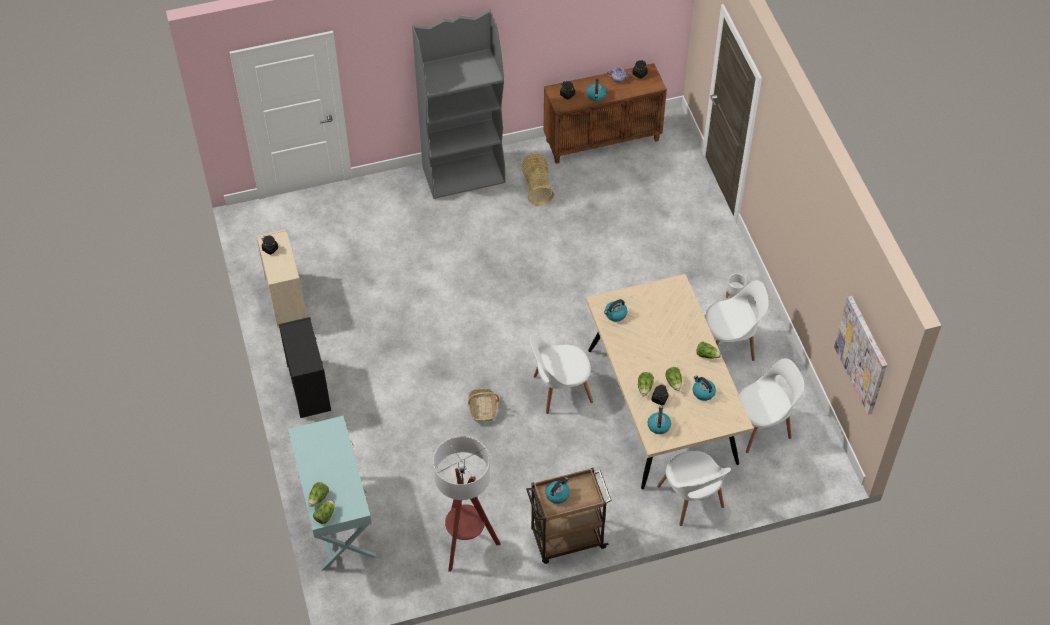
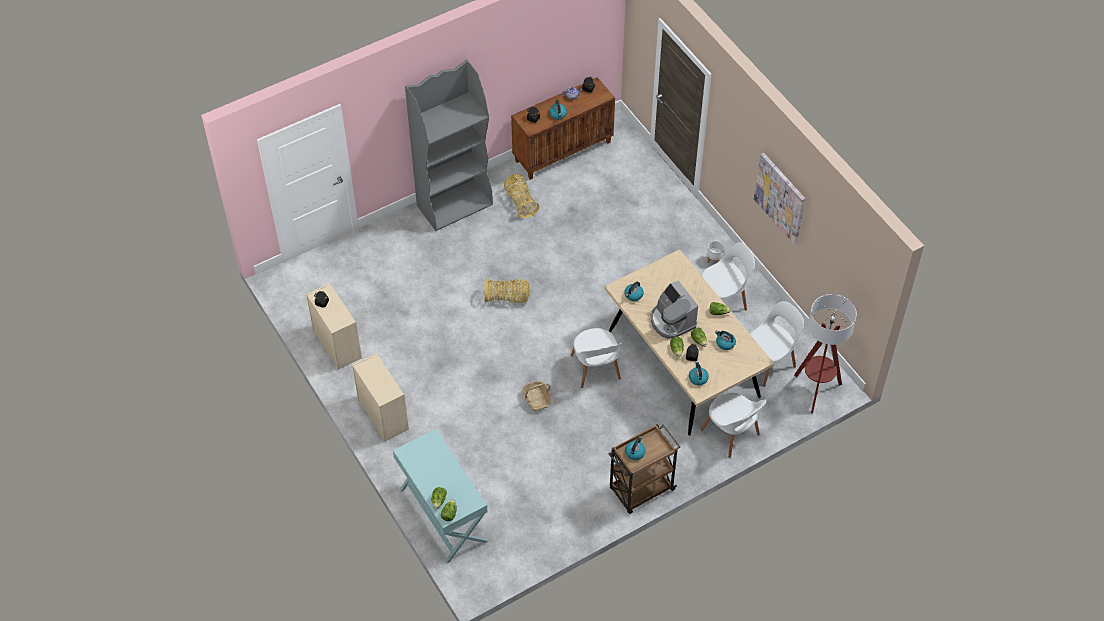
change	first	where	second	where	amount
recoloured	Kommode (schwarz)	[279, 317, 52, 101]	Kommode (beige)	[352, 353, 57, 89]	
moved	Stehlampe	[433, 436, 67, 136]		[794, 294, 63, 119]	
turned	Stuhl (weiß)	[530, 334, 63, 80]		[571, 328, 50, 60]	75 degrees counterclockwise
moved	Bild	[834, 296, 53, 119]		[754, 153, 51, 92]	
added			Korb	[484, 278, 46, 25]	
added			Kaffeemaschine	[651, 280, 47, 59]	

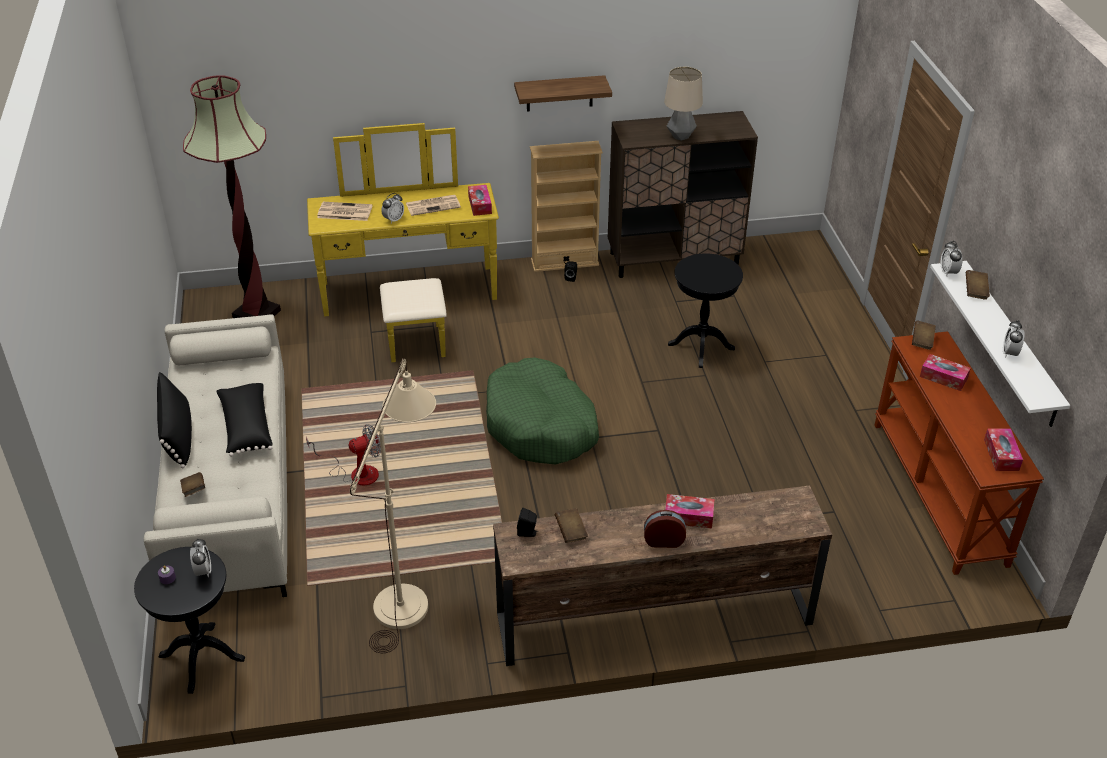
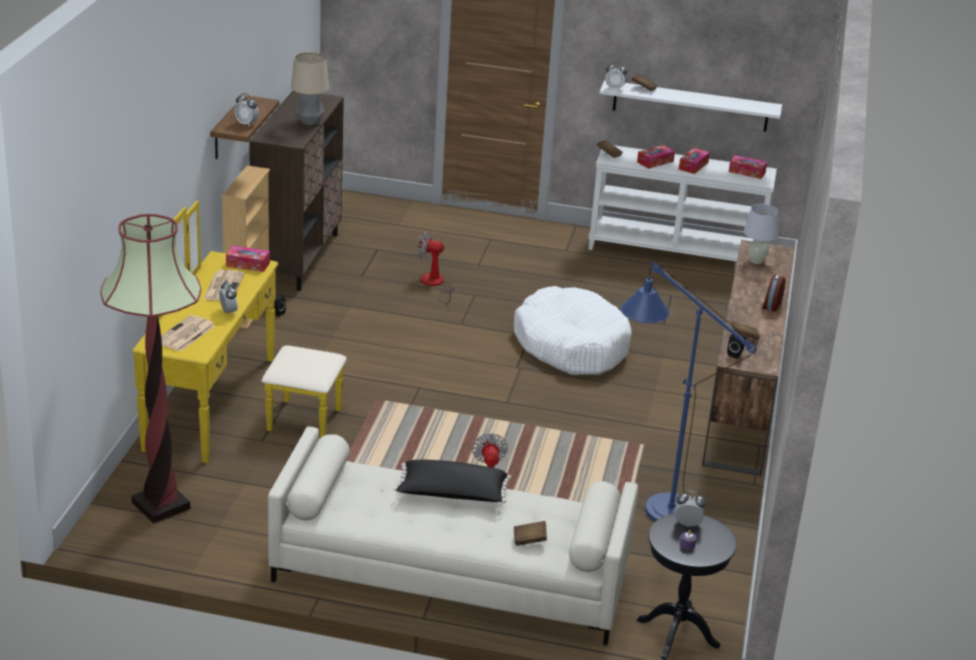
change	first	where	second	where	amount
removed	Kissen (schwarz)	[157, 372, 35, 96]			
recoloured	Stehlampe (beige)	[350, 358, 86, 295]	Stehlampe (blau)	[621, 262, 135, 260]	
removed	Hundebett (grün)	[486, 357, 113, 107]			
moved	Taschentuchbox	[665, 494, 49, 34]		[679, 148, 31, 26]	
replaced	Beistelltisch (schwarz)	[668, 253, 75, 115]	Ventilator	[417, 231, 39, 73]	
recoloured	Konsolentisch (braun)	[874, 331, 170, 244]	Konsolentisch (weiß)	[588, 145, 189, 116]	
moved	Wecker	[1003, 320, 22, 38]		[235, 93, 24, 34]	
added			Hundebett (weiß)	[514, 286, 118, 89]	
added			Tischlampe (weiß)	[744, 204, 34, 60]	

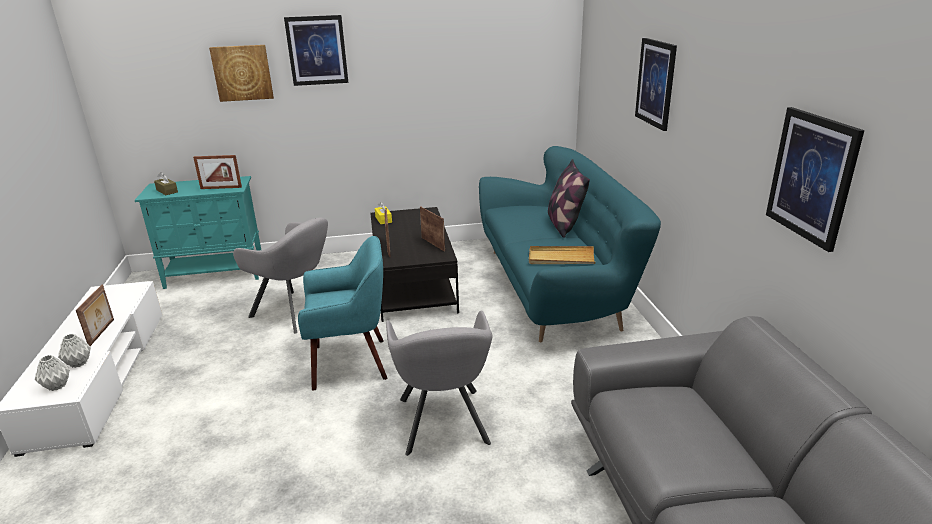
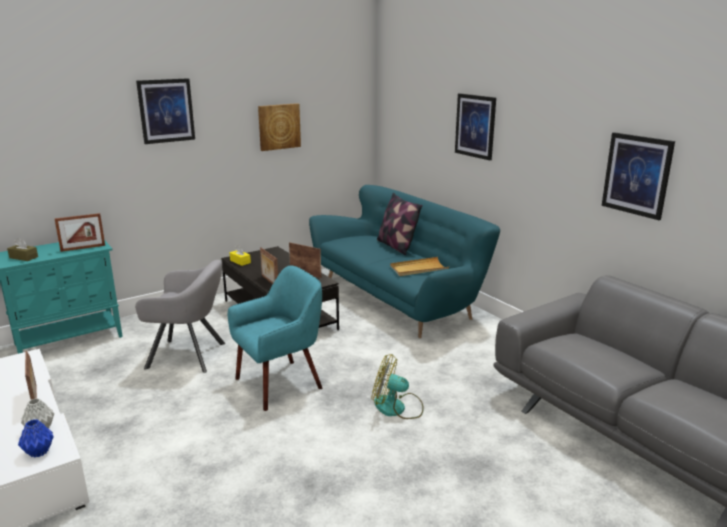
change	first	where	second	where	amount
recoloured	Vase (grau)	[35, 355, 35, 36]	Vase (blau)	[18, 419, 36, 39]	
moved	Bild	[209, 45, 65, 57]		[258, 103, 43, 48]	
replaced	Sessel (grau)	[386, 310, 106, 146]	Ventilator	[371, 354, 53, 65]	

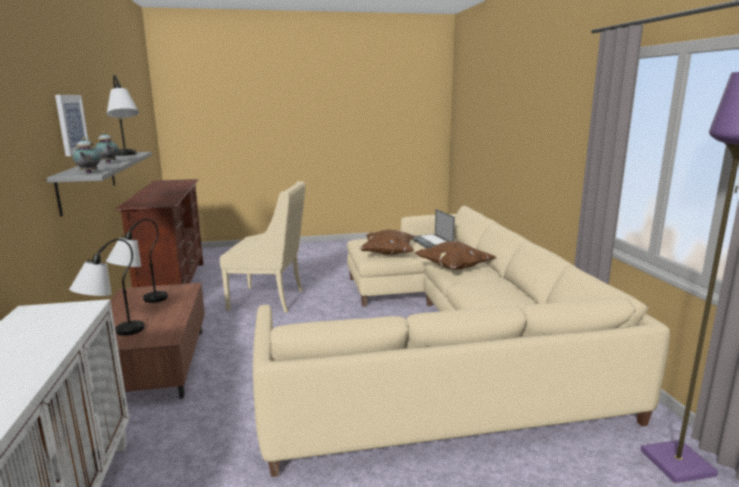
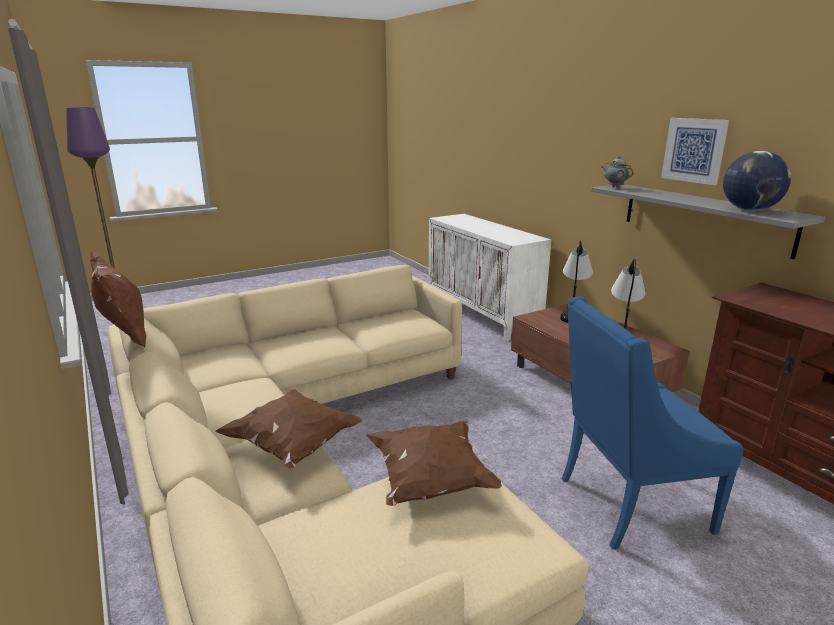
change	first	where	second	where	amount
removed	Teekanne	[95, 132, 24, 31]			
replaced	Tischlampe	[106, 75, 33, 81]	Globus	[723, 151, 68, 60]	
recoloured	Sessel (beige)	[220, 181, 86, 132]	Sessel (blau)	[561, 296, 183, 253]	
removed	Laptop	[411, 209, 44, 39]			
added			Kissen (braun)	[90, 251, 56, 96]	

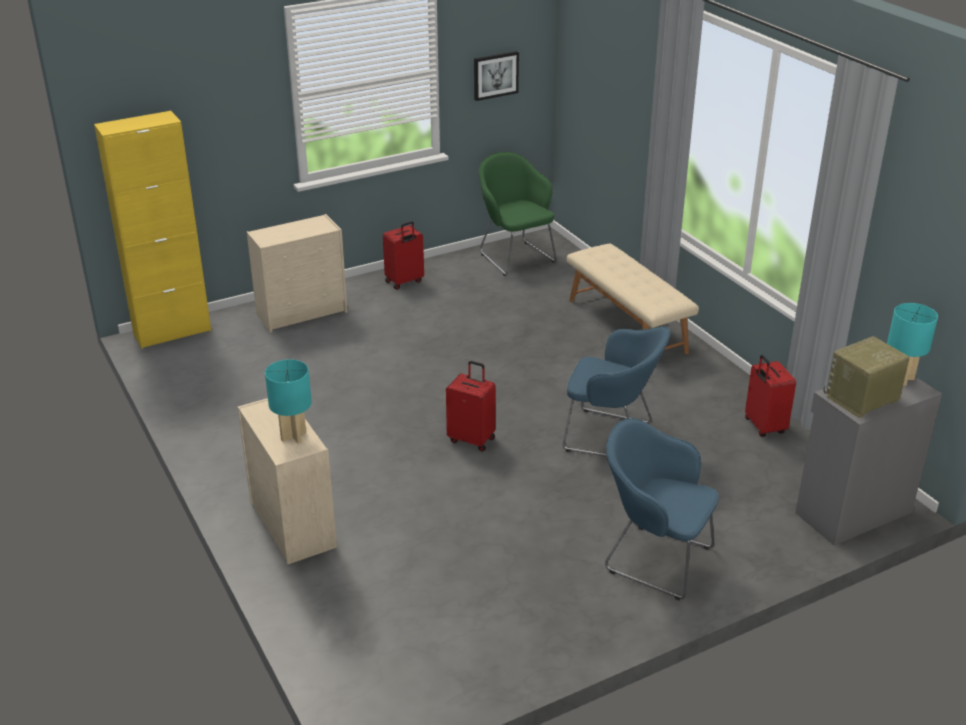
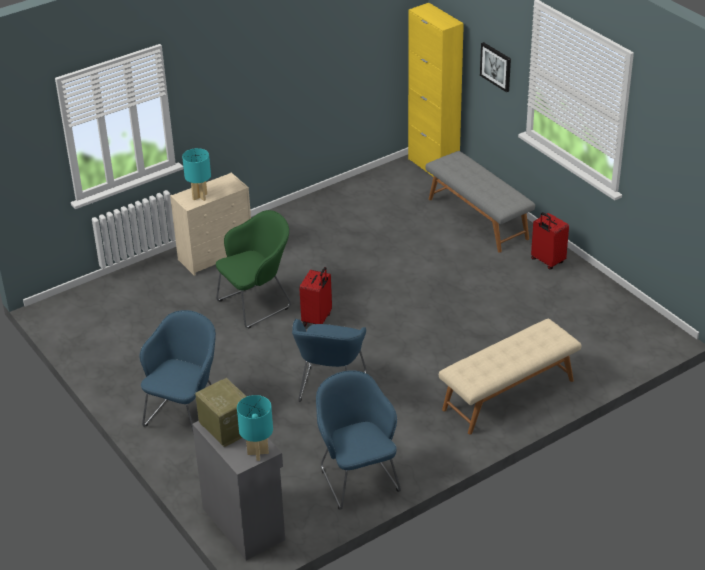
change	first	where	second	where	amount
replaced	Kommode (beige)	[247, 214, 101, 119]	Bank (grau)	[425, 151, 110, 102]	
moved	Bild	[474, 51, 45, 50]		[480, 42, 31, 50]	
moved	Sessel (grün)	[479, 152, 78, 124]		[216, 210, 75, 119]	
replaced	Koffer (rot)	[745, 355, 51, 82]	Sessel (blau)	[316, 370, 85, 140]	

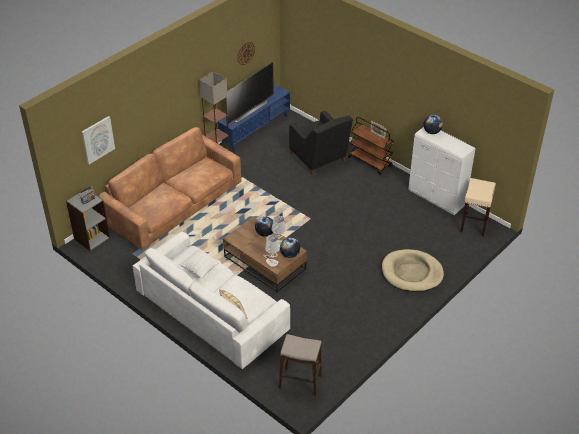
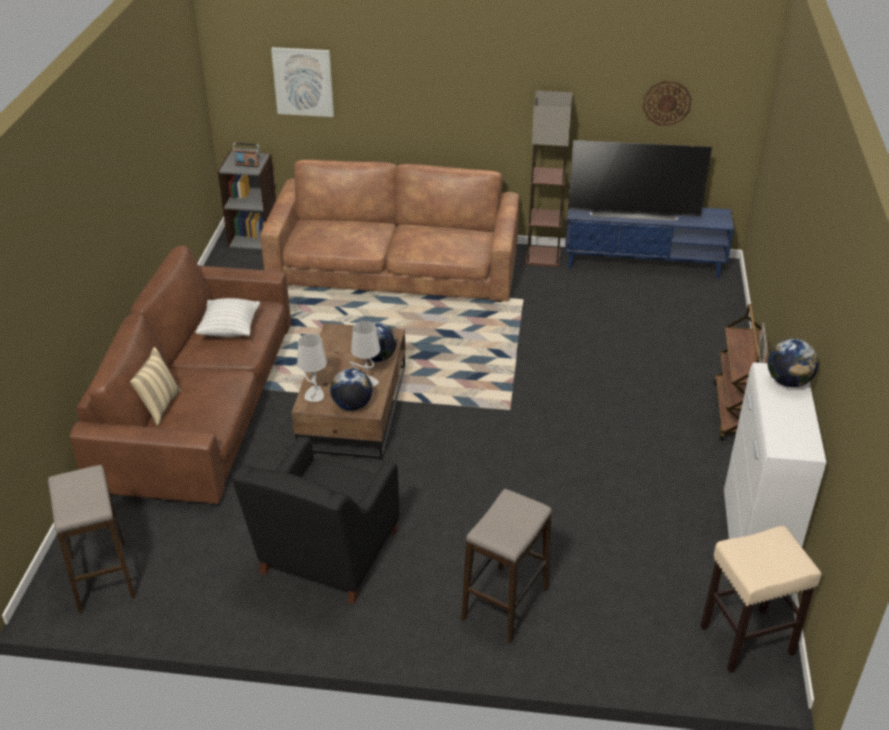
change	first	where	second	where	amount
recoloured	Sofa (weiß)	[133, 231, 157, 138]	Sofa (braun)	[70, 245, 221, 259]	
moved	Sessel (schwarz)	[289, 111, 64, 64]		[232, 437, 167, 167]	
replaced	Hundebett (beige)	[382, 249, 62, 43]	Hocker	[461, 489, 91, 154]	

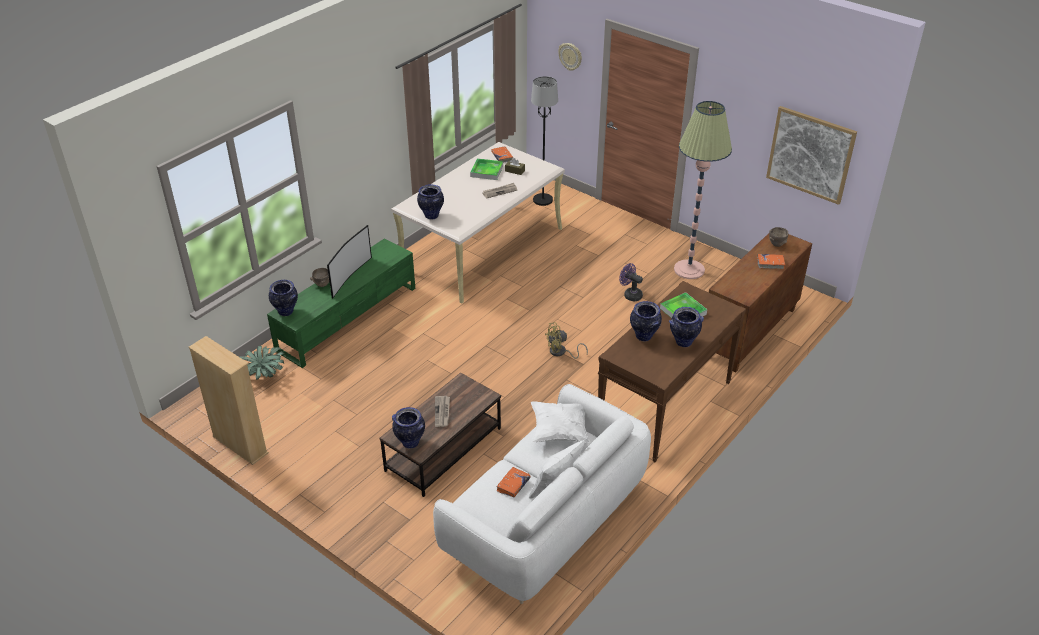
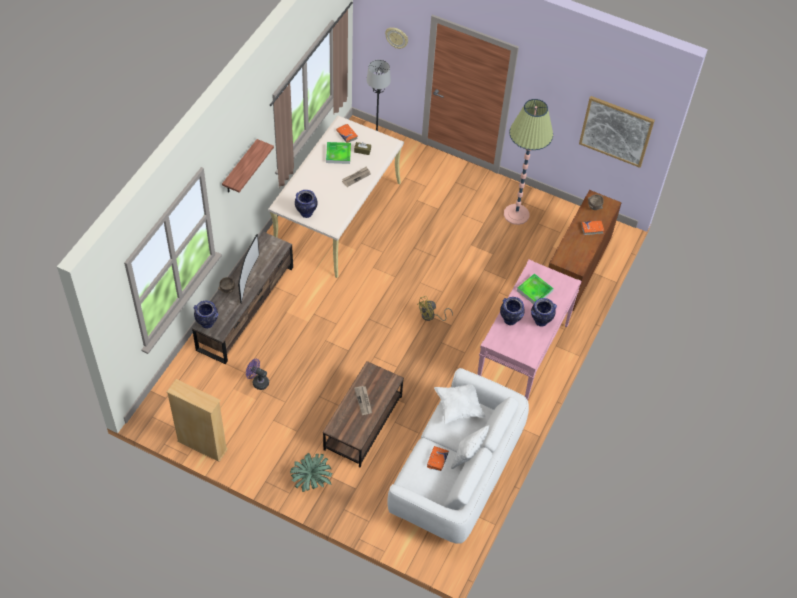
change	first	where	second	where	amount
moved	Topfpflanze	[240, 346, 44, 34]		[290, 453, 43, 39]	
recoloured	Fernsehschrank (grün)	[267, 238, 148, 130]	Fernsehschrank (braun)	[192, 232, 101, 132]	
removed	Vase	[392, 407, 33, 41]			
recoloured	Konsolentisch (braun)	[598, 281, 148, 181]	Konsolentisch (rosa)	[477, 259, 104, 141]	
moved	Ventilator (lila)	[619, 263, 24, 38]		[246, 359, 23, 31]	
added			Wandregal	[222, 139, 52, 54]	

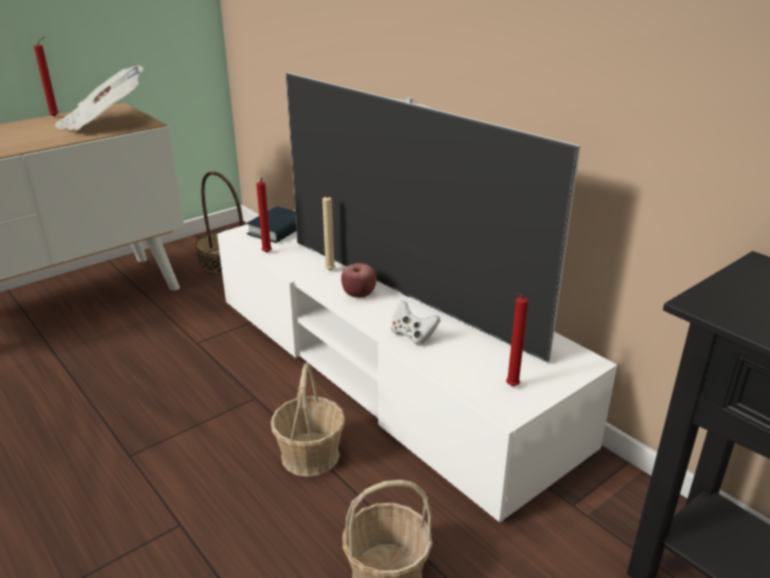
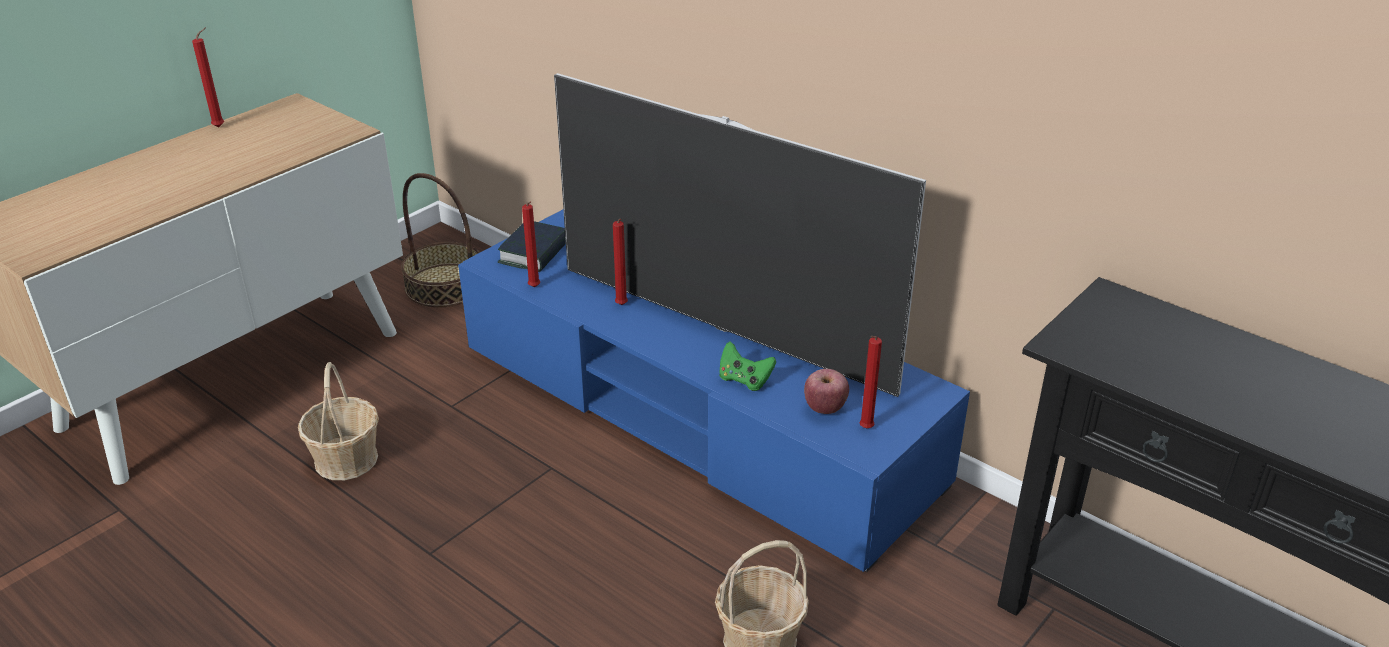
change	first	where	second	where	amount
removed	Zeitung	[55, 66, 89, 65]			
recoloured	Fernsehschrank (weiß)	[217, 210, 400, 313]	Fernsehschrank (blau)	[458, 210, 512, 362]	
moved	Korb	[271, 363, 74, 114]		[298, 362, 81, 118]	
recoloured	Kerze (beige)	[322, 193, 13, 77]	Kerze (rot)	[613, 219, 15, 86]	
moved	Apfel	[341, 263, 36, 35]		[804, 369, 45, 45]	
recoloured	Gamepad (weiß)	[391, 300, 49, 45]	Gamepad (grün)	[719, 342, 57, 49]	

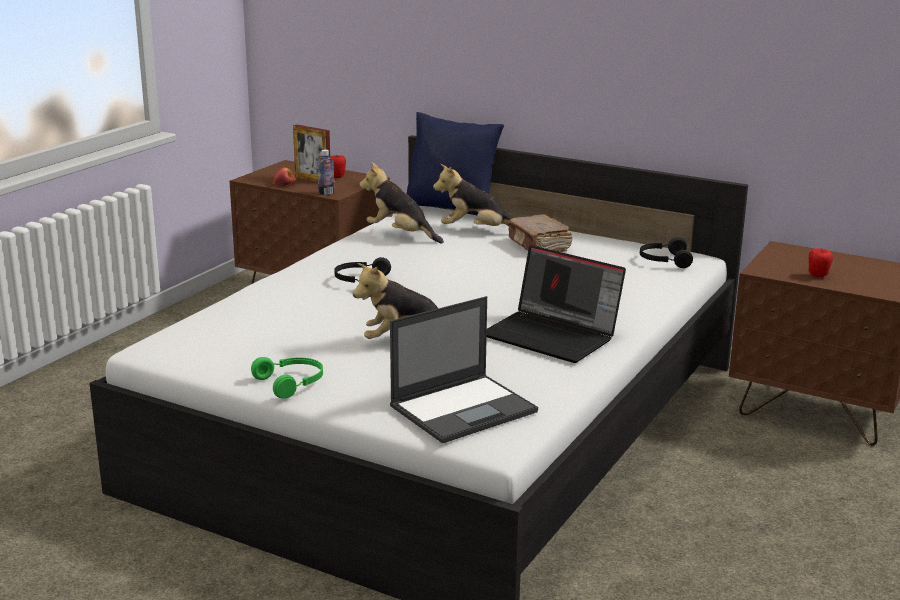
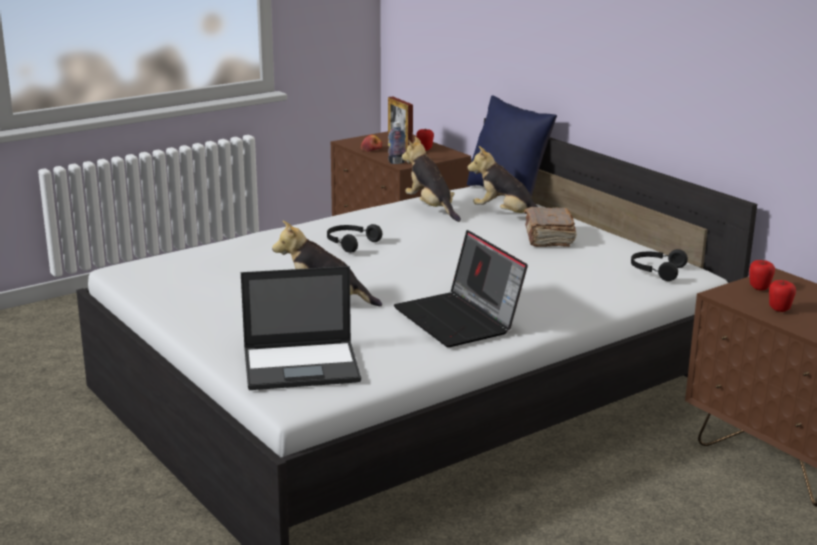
change	first	where	second	where	amount
removed	Kopfhörer (grün)	[251, 357, 72, 42]			
added			Apfel	[749, 260, 26, 31]	

